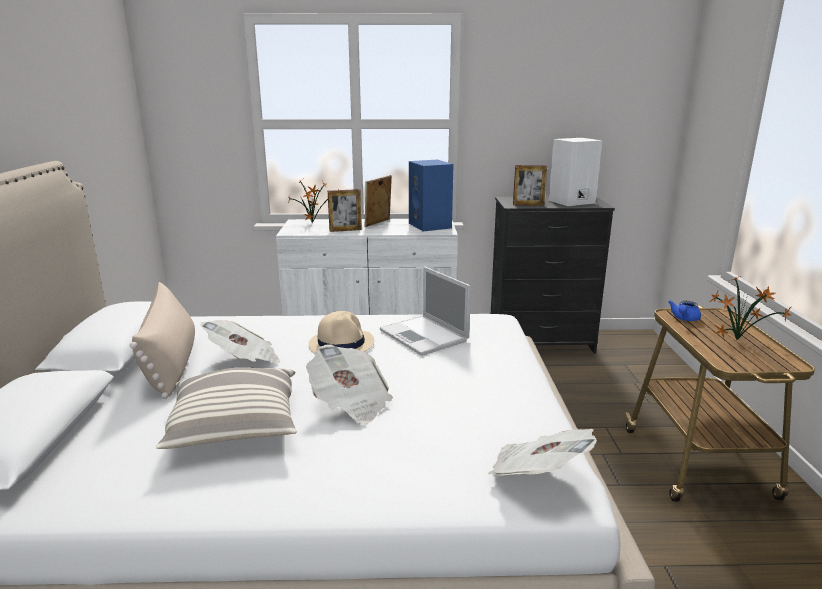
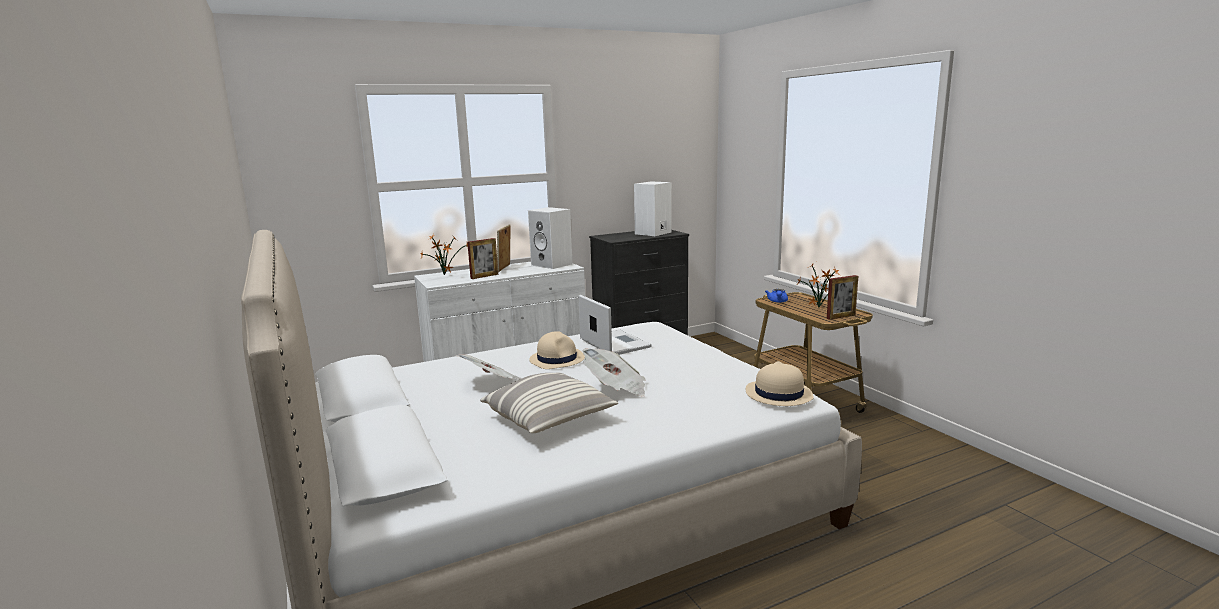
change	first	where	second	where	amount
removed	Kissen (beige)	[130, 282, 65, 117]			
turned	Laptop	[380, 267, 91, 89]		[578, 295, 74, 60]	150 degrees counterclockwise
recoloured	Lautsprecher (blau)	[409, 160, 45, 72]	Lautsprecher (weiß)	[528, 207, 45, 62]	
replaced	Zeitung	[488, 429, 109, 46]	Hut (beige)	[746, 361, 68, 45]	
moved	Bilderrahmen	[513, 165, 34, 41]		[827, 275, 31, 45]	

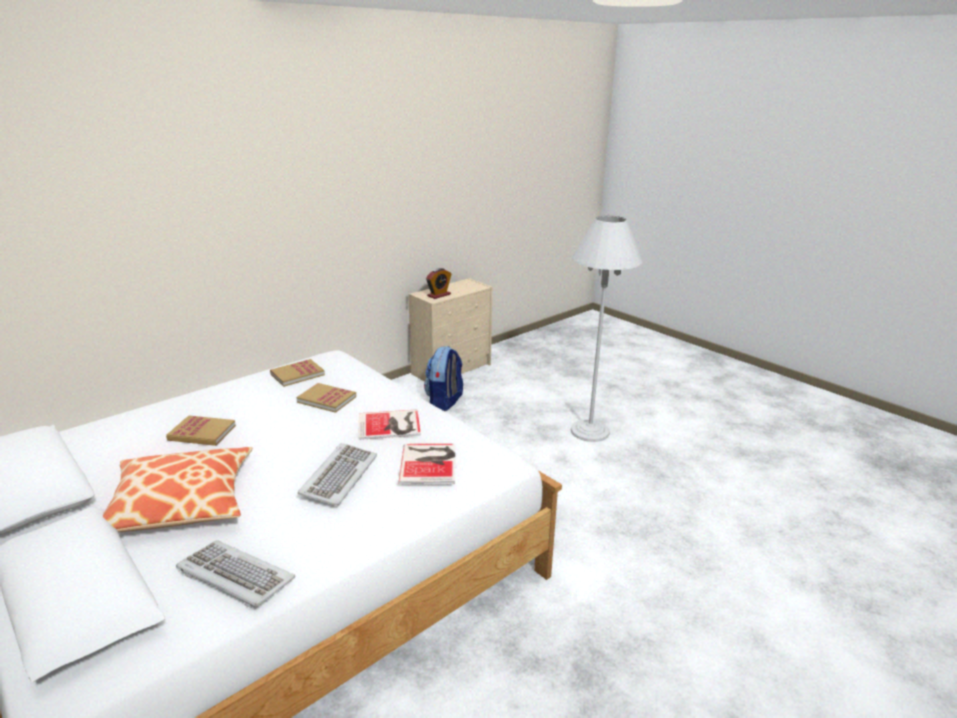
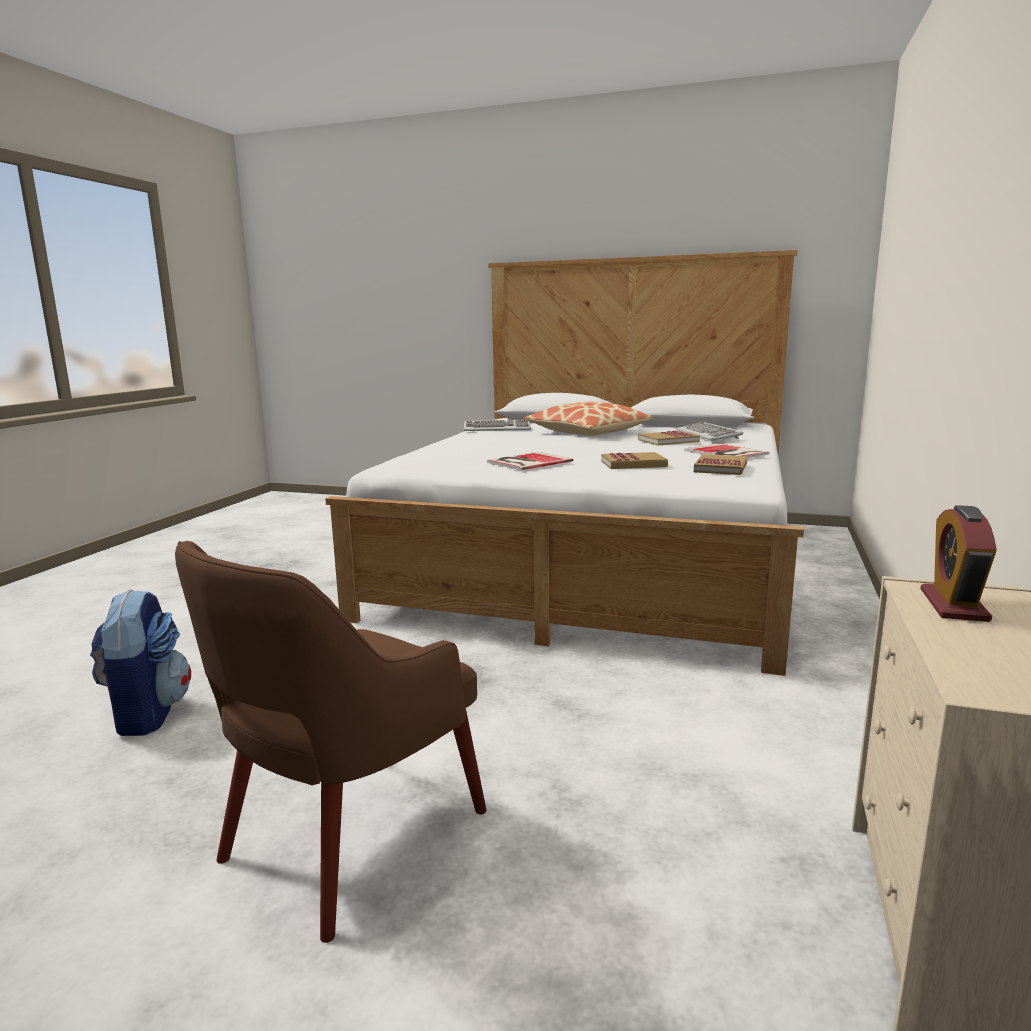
change	first	where	second	where	amount
moved	Tastatur	[298, 443, 79, 63]		[677, 422, 66, 18]	
moved	Buch	[398, 444, 57, 40]		[684, 444, 86, 14]	
moved	Rucksack	[424, 346, 39, 65]		[90, 589, 101, 147]	
replaced	Stehlampe (weiß)	[571, 216, 71, 226]	Sessel (braun)	[175, 541, 312, 402]	

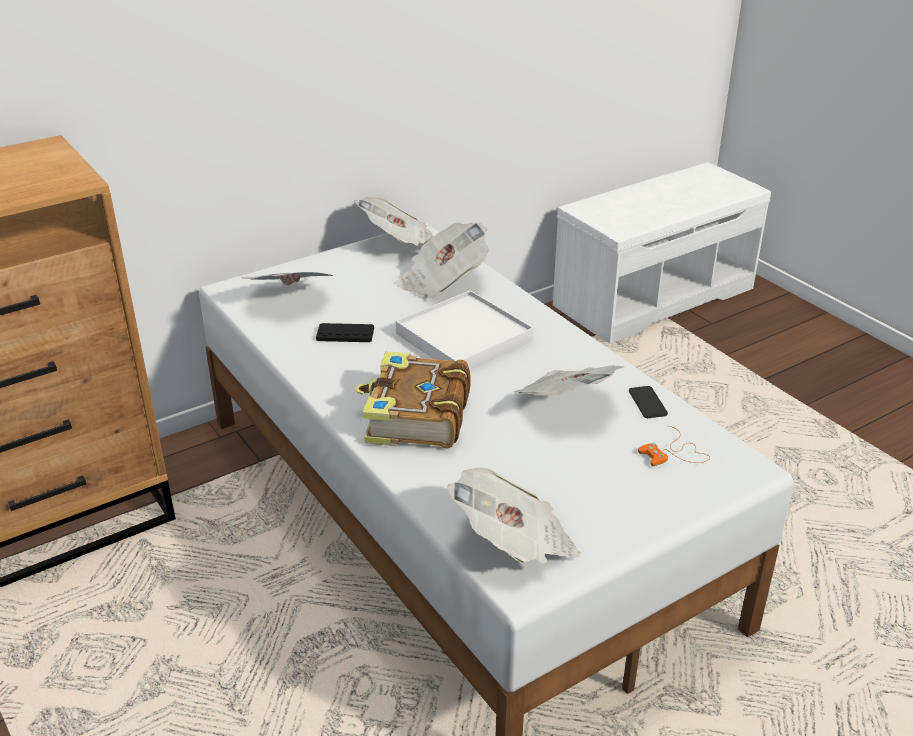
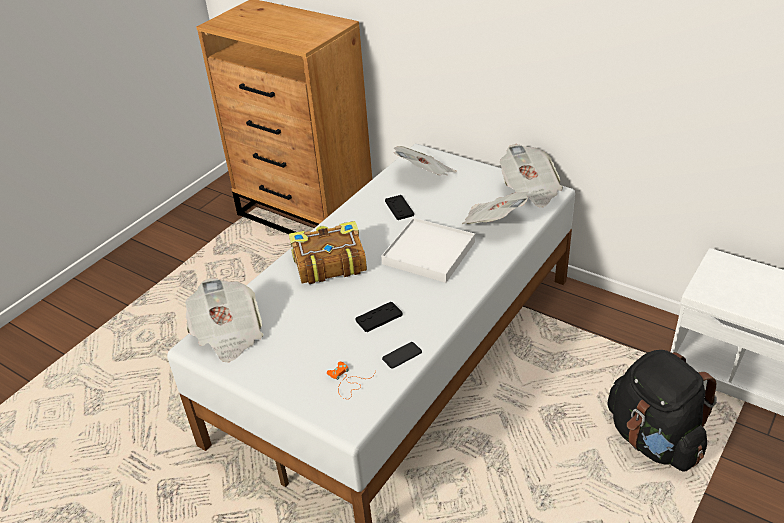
change	first	where	second	where	amount
replaced	Zeitung	[515, 365, 110, 31]	Gamepad (schwarz)	[355, 302, 48, 30]	
added			Rucksack (schwarz)	[608, 350, 109, 121]	

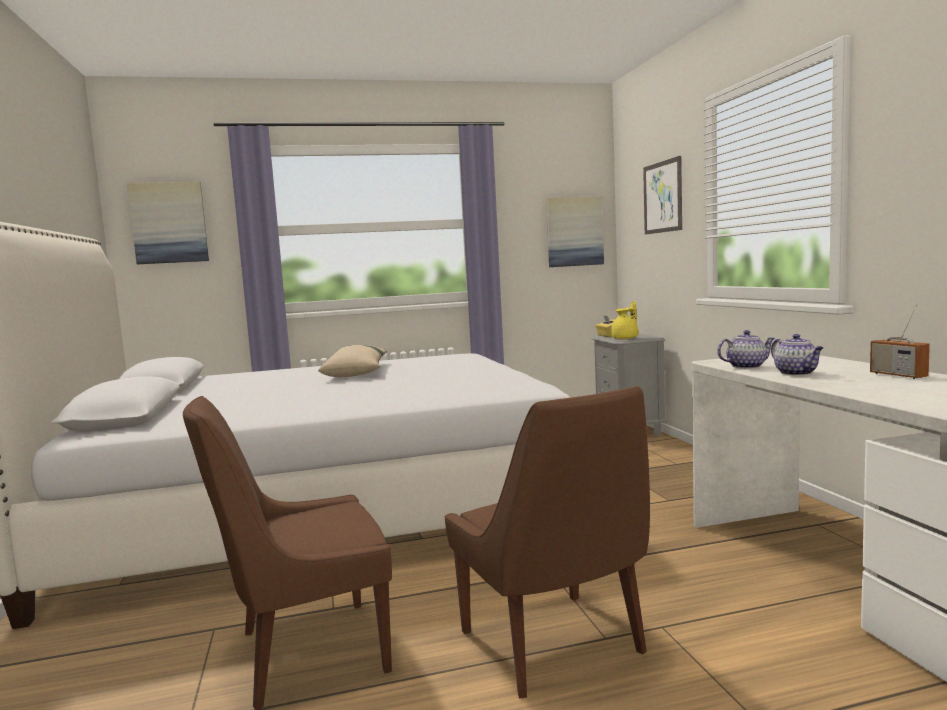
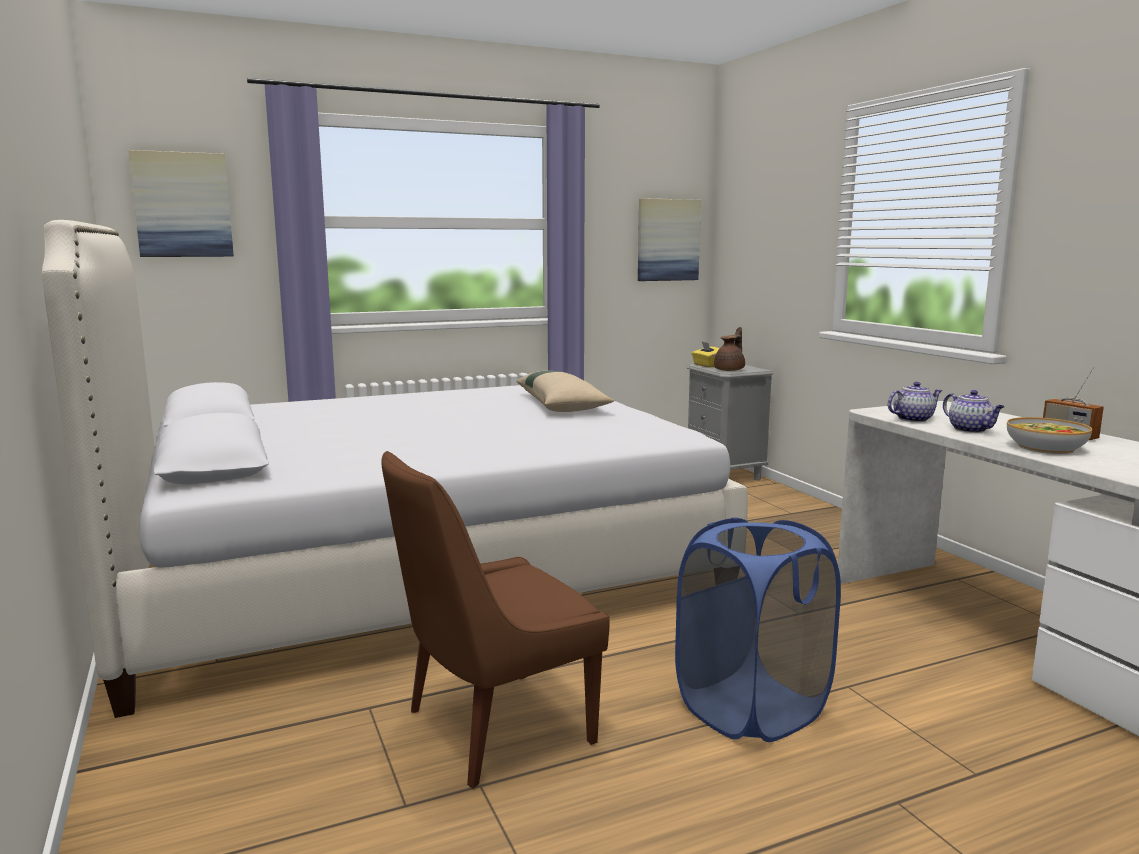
change	first	where	second	where	amount
moved	Kissen (beige)	[318, 345, 69, 32]		[517, 371, 97, 41]	
replaced	Stuhl (braun)	[445, 386, 205, 312]	Wäschekorb (blau)	[675, 518, 166, 224]	
recoloured	Teekanne (gelb)	[611, 301, 28, 38]	Teekanne (braun)	[714, 327, 31, 44]	
removed	Bild	[643, 156, 39, 78]			
added			Schüssel	[1007, 417, 85, 37]	

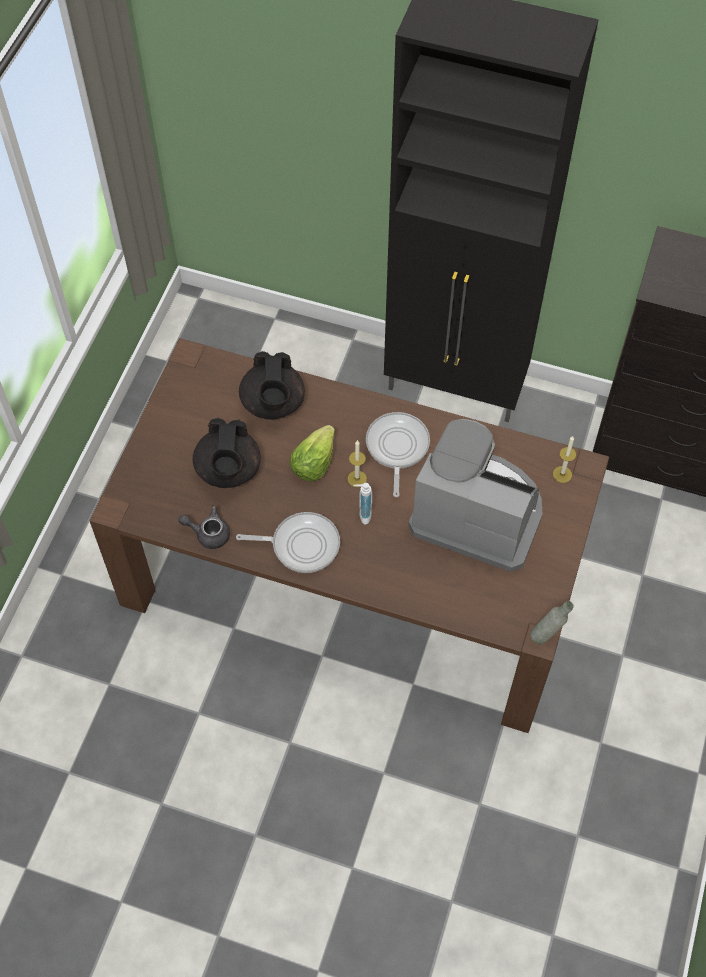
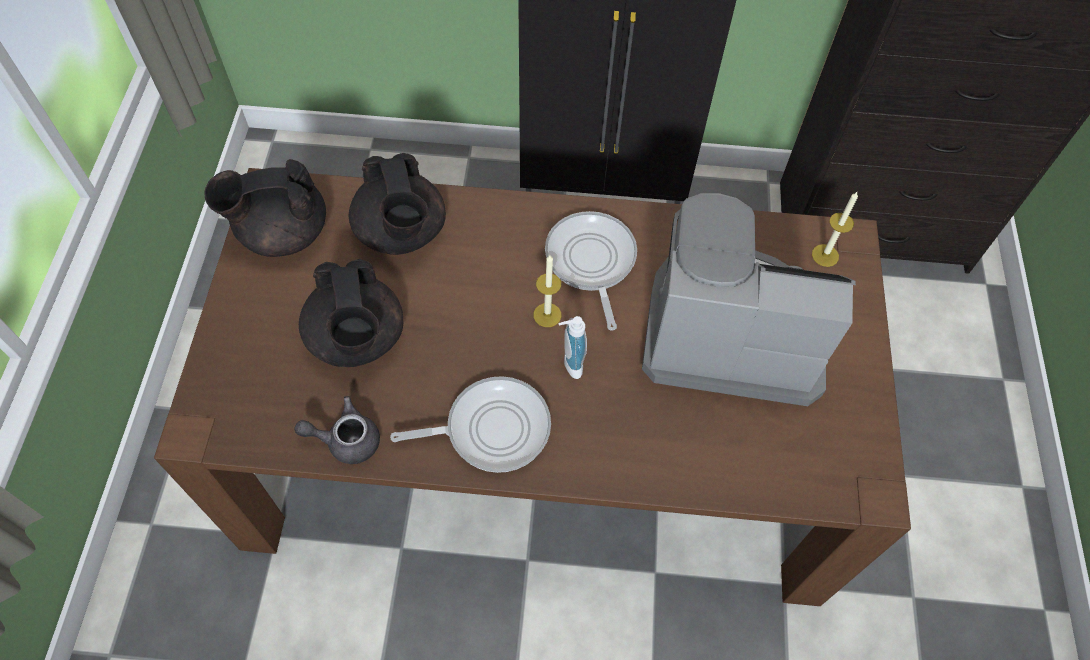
change	first	where	second	where	amount
removed	Salatkopf	[290, 425, 45, 57]			
removed	Flasche (grau)	[530, 601, 43, 44]			
added			Teekanne (schwarz)	[204, 159, 122, 98]	

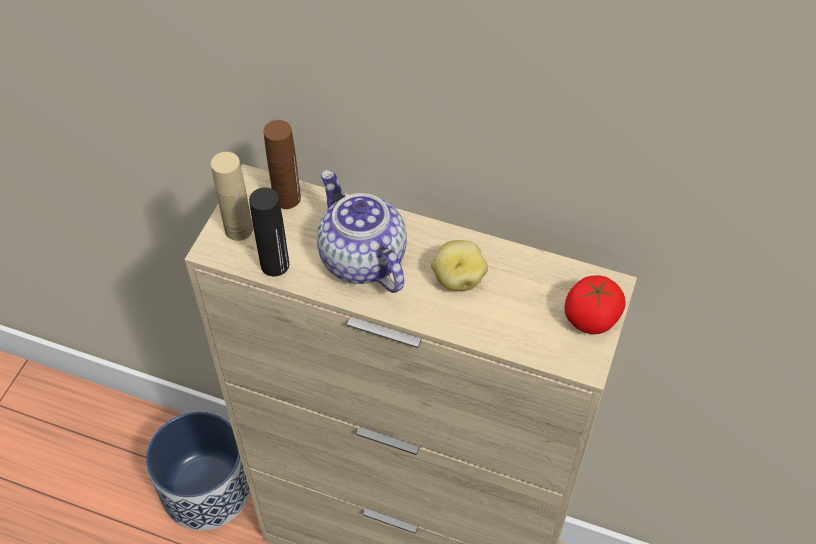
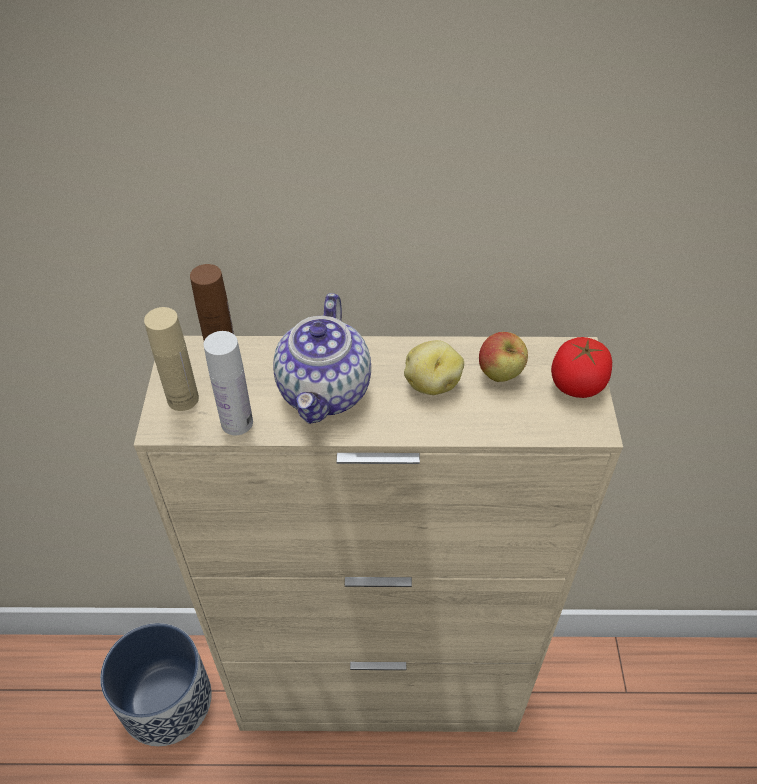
change	first	where	second	where	amount
recoloured	Flasche (schwarz)	[249, 188, 40, 88]	Flasche (weiß)	[204, 331, 49, 104]	
turned	Teekanne	[317, 170, 90, 123]		[273, 293, 98, 131]	120 degrees counterclockwise
added			Apfel	[479, 332, 49, 50]	

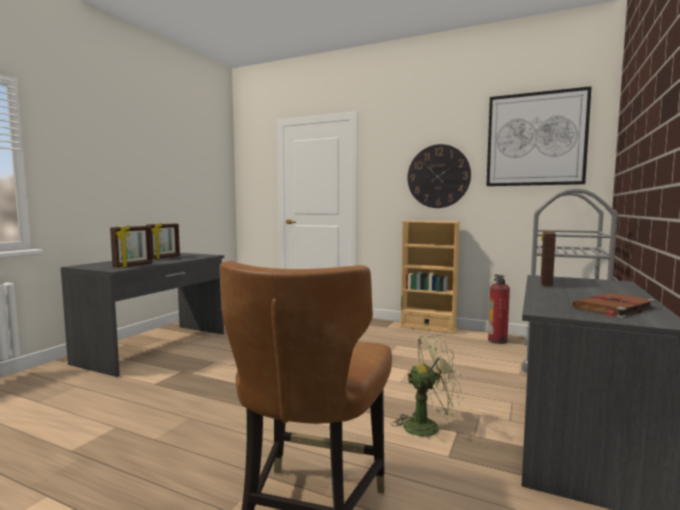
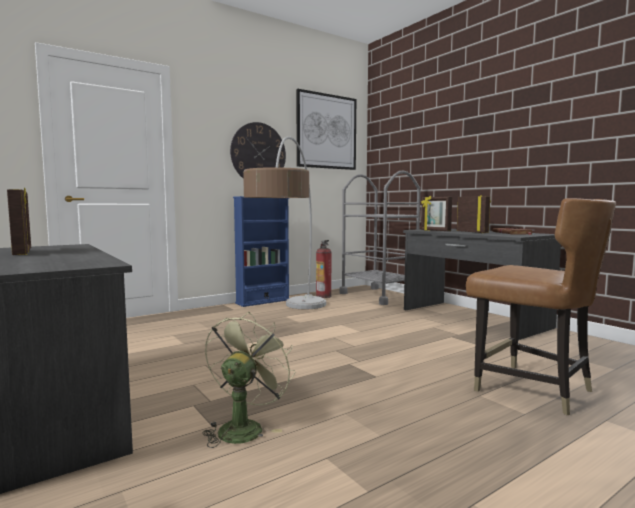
change	first	where	second	where	amount
moved	Bilderrahmen	[110, 225, 42, 43]		[457, 195, 34, 38]	
moved	Ventilator (grün)	[391, 335, 73, 108]		[203, 312, 93, 136]	
recoloured	Bücherregal (beige)	[400, 221, 61, 113]	Bücherregal (blau)	[233, 196, 56, 111]	
added			Stehlampe	[243, 136, 83, 173]	

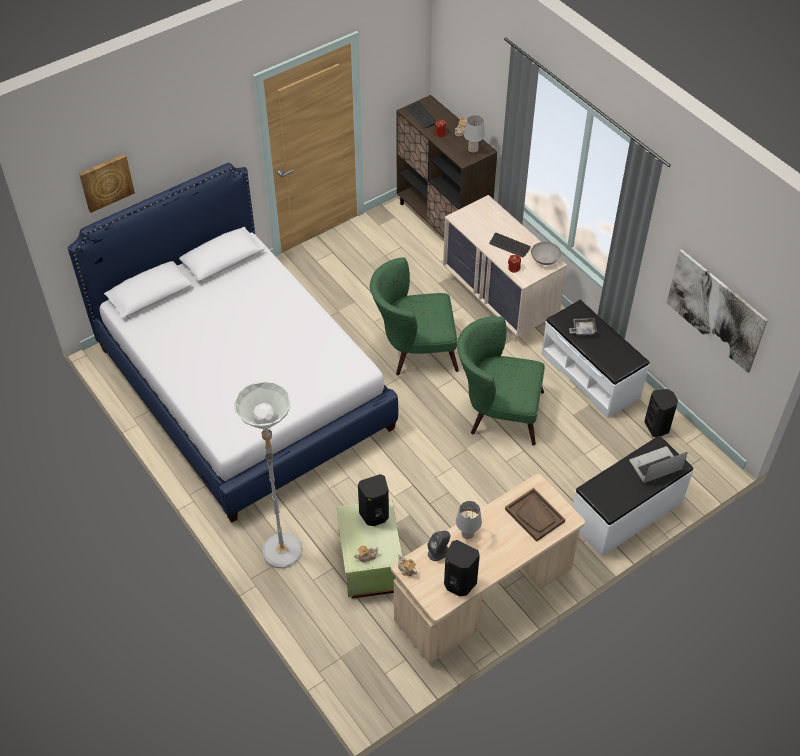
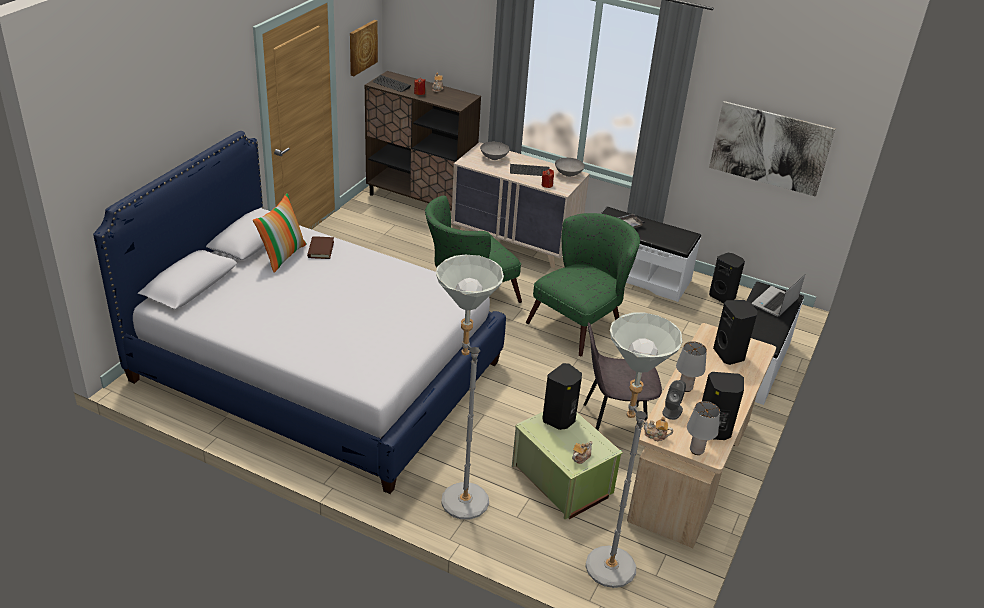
change	first	where	second	where	amount
moved	Bild	[79, 154, 56, 59]		[350, 20, 28, 56]	
turned	Sessel (grün)	[457, 316, 88, 130]		[526, 213, 114, 143]	150 degrees clockwise
moved	Tischlampe (grau)	[464, 115, 21, 38]		[687, 401, 33, 54]	
replaced	Tablett (braun)	[505, 488, 60, 54]	Lautsprecher (schwarz)	[713, 300, 45, 65]	
added			Kissen	[253, 193, 54, 80]	
added			Buch (braun)	[307, 236, 27, 23]	
added			Schüssel (grau)	[480, 142, 29, 18]	
added			Stuhl (grau)	[584, 322, 78, 108]	
added			Stehlampe (grau)	[586, 313, 97, 275]	

